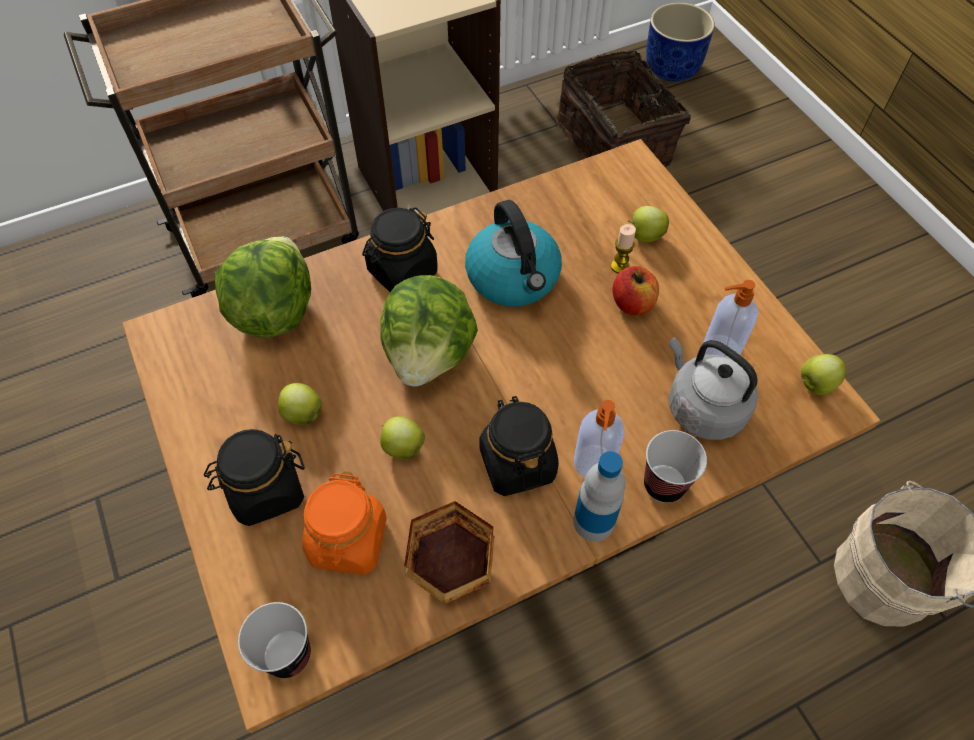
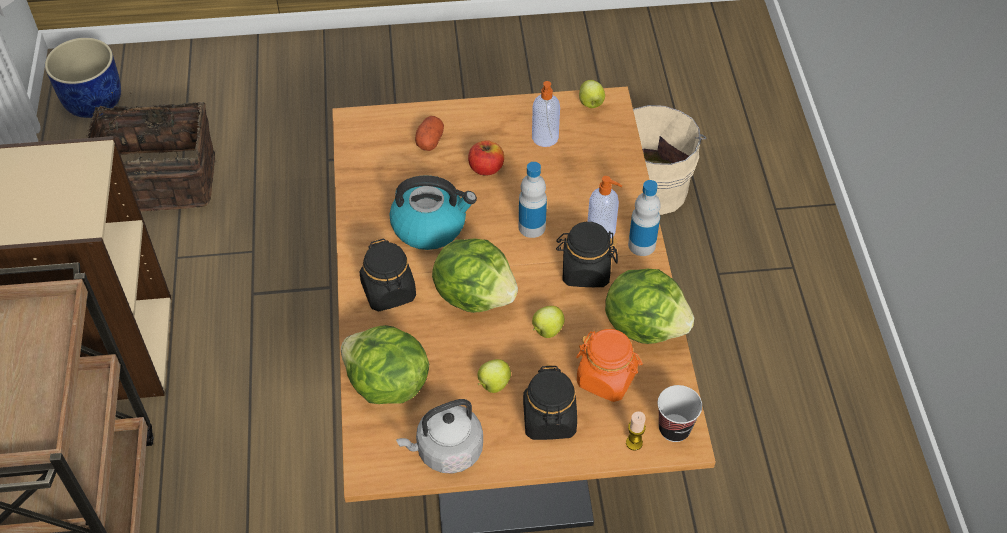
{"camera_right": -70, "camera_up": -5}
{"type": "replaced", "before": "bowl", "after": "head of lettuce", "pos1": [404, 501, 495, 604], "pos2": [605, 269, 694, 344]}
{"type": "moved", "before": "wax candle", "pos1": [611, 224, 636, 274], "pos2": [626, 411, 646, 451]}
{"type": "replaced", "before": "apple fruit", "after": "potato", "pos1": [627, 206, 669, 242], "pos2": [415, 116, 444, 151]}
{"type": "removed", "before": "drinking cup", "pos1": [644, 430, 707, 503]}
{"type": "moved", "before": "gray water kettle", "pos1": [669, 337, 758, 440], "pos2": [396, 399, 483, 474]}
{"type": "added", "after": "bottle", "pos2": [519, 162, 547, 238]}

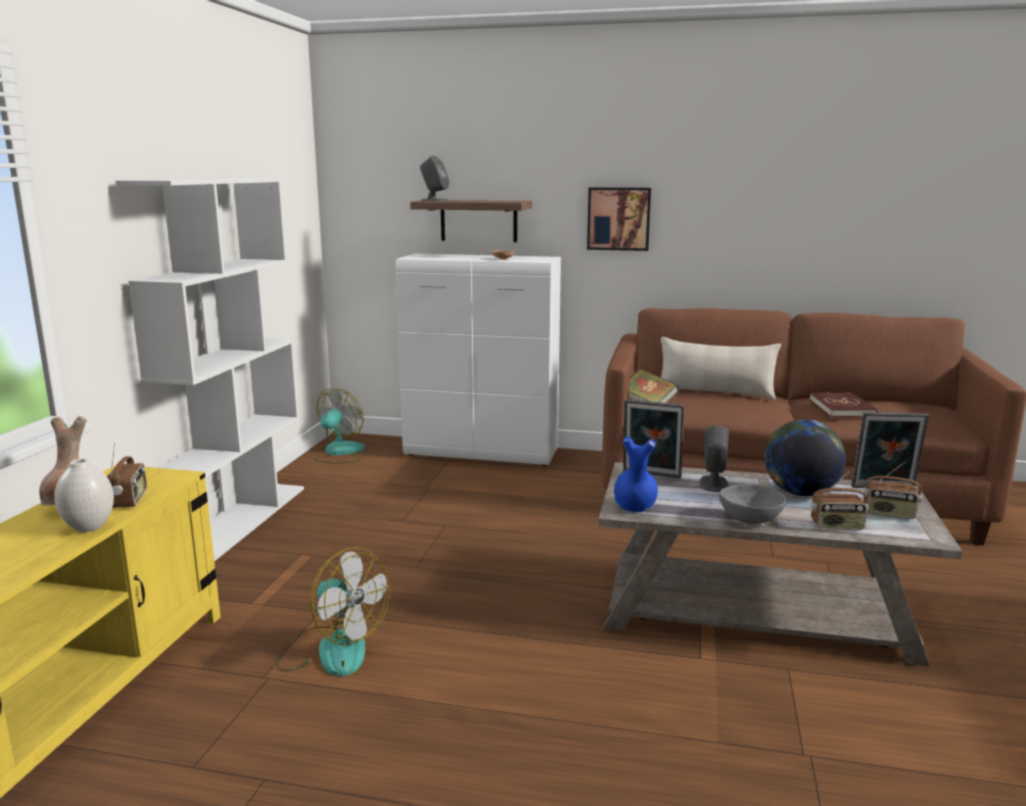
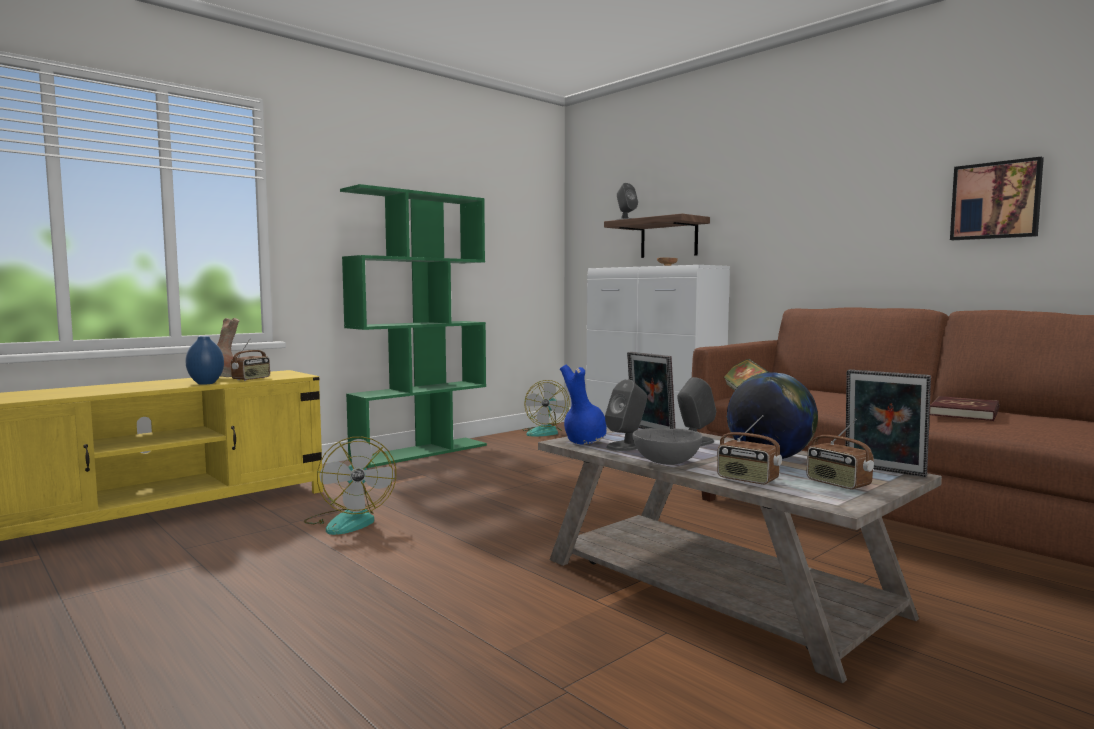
{"camera_right": 35, "camera_up": -10}
{"type": "recoloured", "before": "white flower vase", "after": "bluish flower vase", "pos1": [54, 459, 114, 532], "pos2": [185, 336, 224, 385]}
{"type": "recoloured", "before": "white bookshelf", "after": "green bookshelf", "pos1": [115, 178, 304, 562], "pos2": [340, 184, 487, 468]}
{"type": "turned", "before": "fan", "pos1": [313, 388, 366, 463], "pos2": [522, 380, 570, 436], "turn": 135}
{"type": "moved", "before": "picture", "pos1": [587, 187, 651, 251], "pos2": [950, 157, 1044, 240]}
{"type": "removed", "before": "beige throw pillow", "pos1": [661, 337, 781, 400]}
{"type": "added", "after": "gray audio speaker", "pos2": [605, 379, 647, 451]}

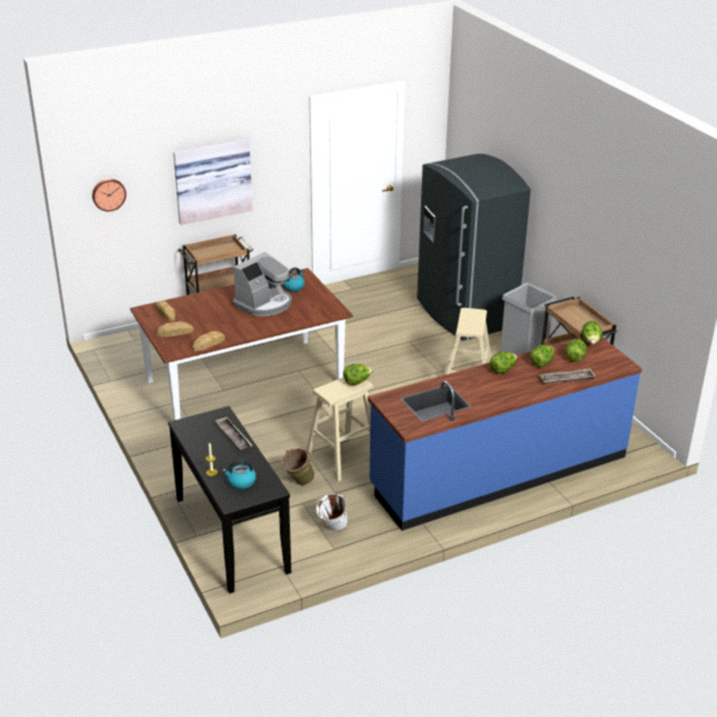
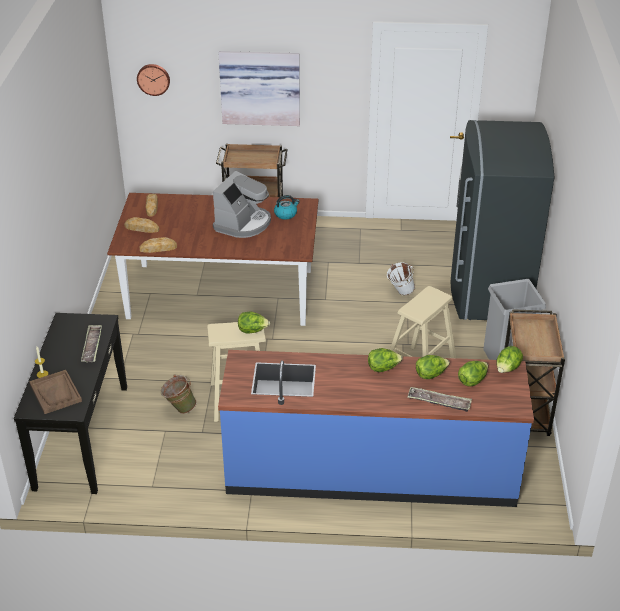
{"camera_right": 30, "camera_up": 5}
{"type": "replaced", "before": "water kettle", "after": "brown-coloured serving tray", "pos1": [222, 459, 256, 489], "pos2": [29, 370, 82, 414]}
{"type": "turned", "before": "coffee maker", "pos1": [233, 252, 292, 316], "pos2": [213, 171, 271, 238], "turn": -45}
{"type": "moved", "before": "white bucket", "pos1": [316, 494, 348, 531], "pos2": [387, 262, 415, 295]}

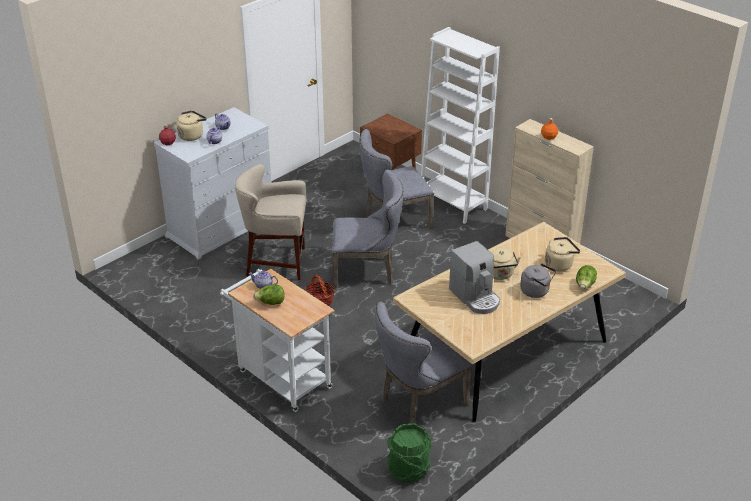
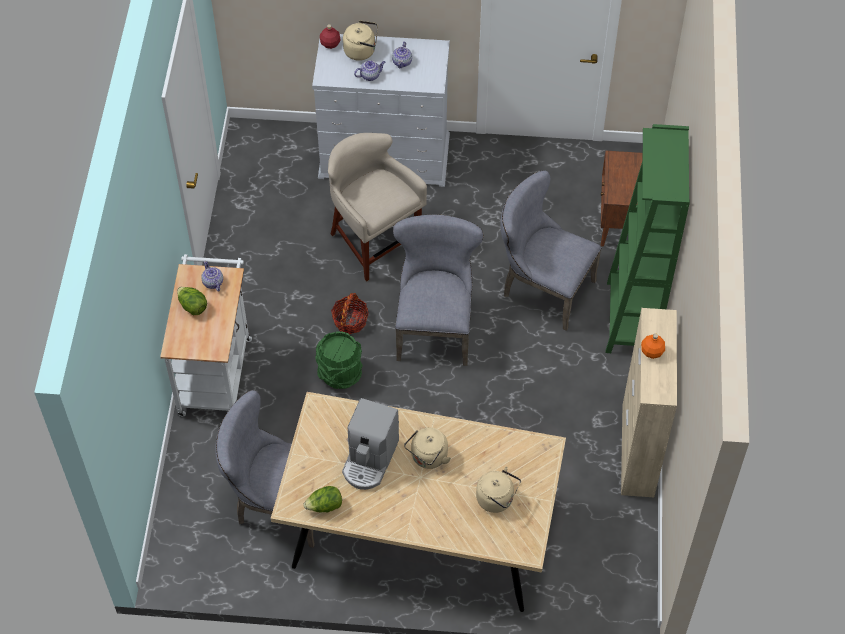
{"camera_right": 50, "camera_up": 20}
{"type": "turned", "before": "gray plain chair", "pos1": [332, 170, 404, 289], "pos2": [393, 214, 483, 366], "turn": -135}
{"type": "moved", "before": "green bucket", "pos1": [387, 423, 432, 483], "pos2": [315, 331, 363, 389]}
{"type": "recoloured", "before": "white bookshelf", "after": "green bookshelf", "pos1": [421, 27, 500, 224], "pos2": [605, 124, 690, 353]}
{"type": "removed", "before": "gray water kettle", "pos1": [520, 263, 556, 298]}
{"type": "moved", "before": "head of lettuce", "pos1": [576, 265, 597, 289], "pos2": [304, 486, 342, 512]}

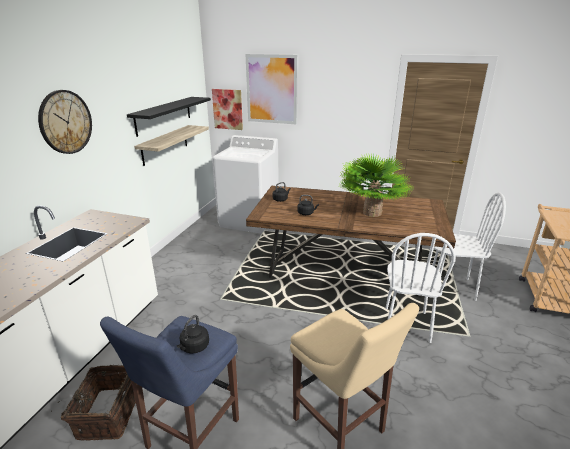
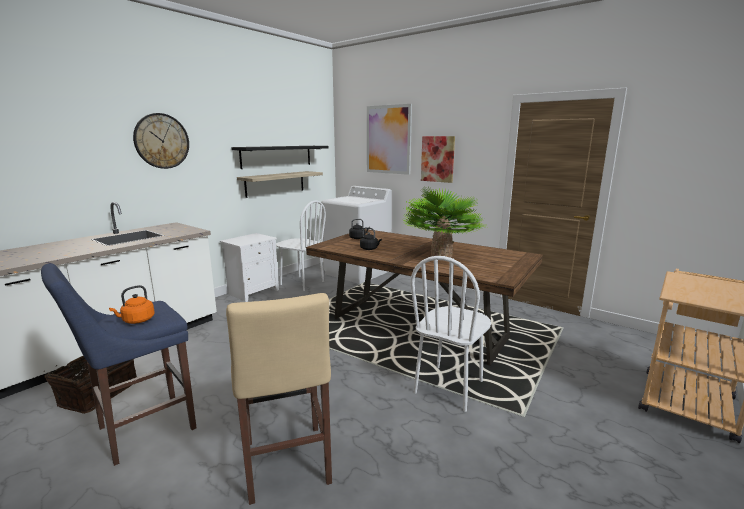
{"camera_right": 20, "camera_up": -10}
{"type": "recoloured", "before": "black-coloured water kettle", "after": "orange water kettle", "pos1": [177, 315, 209, 353], "pos2": [109, 285, 155, 324]}
{"type": "moved", "before": "picture", "pos1": [212, 89, 243, 130], "pos2": [421, 136, 455, 183]}
{"type": "moved", "before": "white plain chair", "pos1": [432, 193, 506, 301], "pos2": [276, 200, 326, 291]}
{"type": "added", "after": "white nightstand", "pos2": [220, 233, 279, 302]}

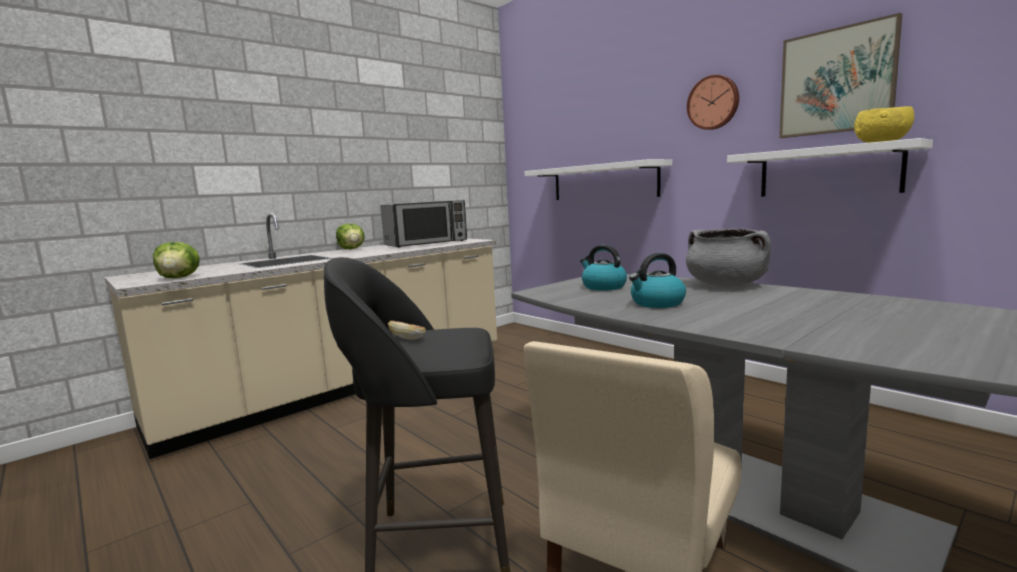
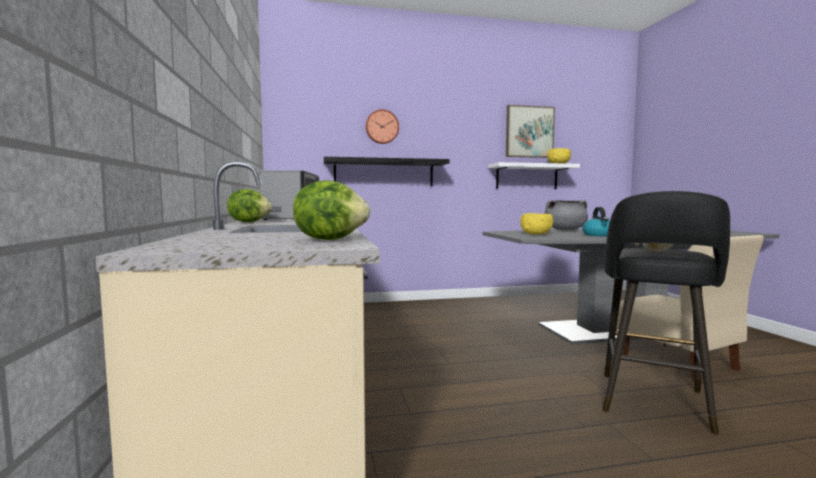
{"camera_right": -60, "camera_up": -5}
{"type": "recoloured", "before": "white shelf", "after": "black-coloured shelf", "pos1": [525, 159, 672, 200], "pos2": [324, 157, 450, 186]}
{"type": "replaced", "before": "water kettle", "after": "yellowish bowl", "pos1": [580, 245, 627, 291], "pos2": [520, 213, 553, 234]}
{"type": "moved", "before": "hanging clock", "pos1": [687, 75, 739, 130], "pos2": [366, 109, 399, 144]}

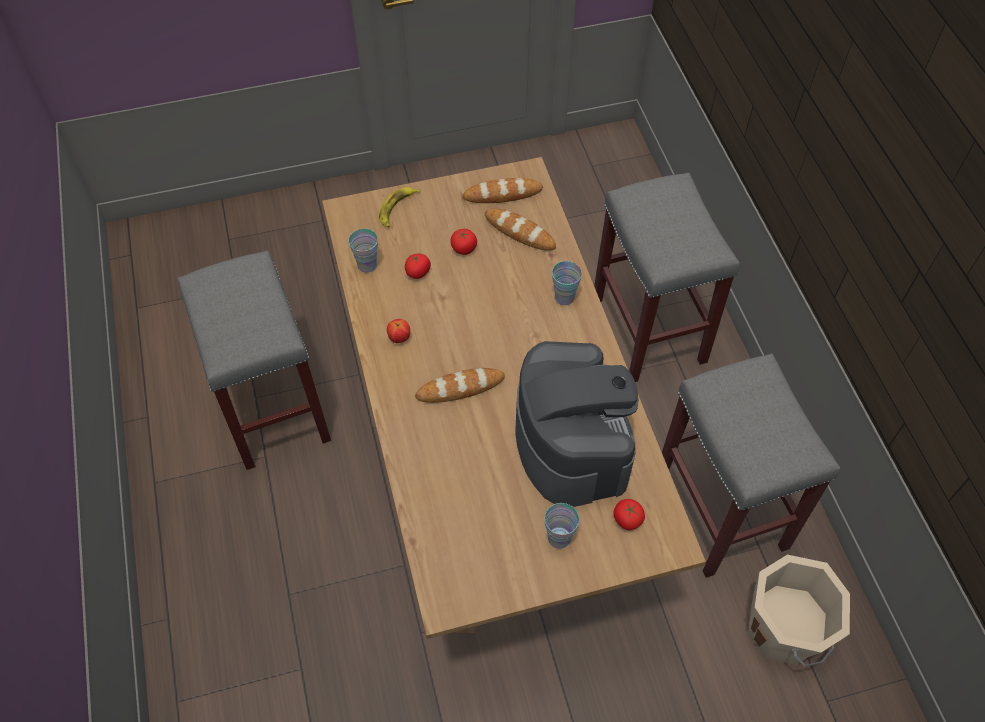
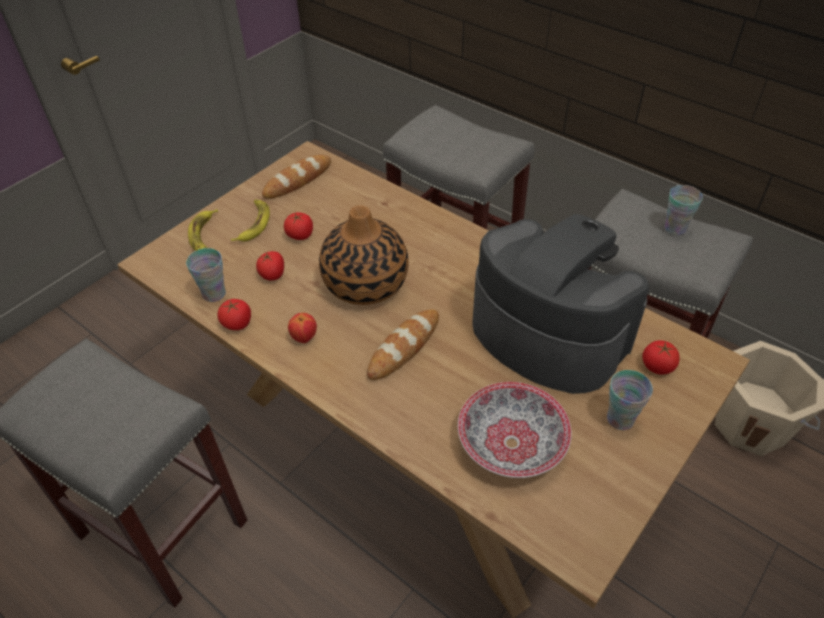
{"camera_right": -35, "camera_up": -10}
{"type": "removed", "before": "bakery bread", "pos1": [485, 208, 556, 251]}
{"type": "moved", "before": "drinking cup", "pos1": [552, 261, 582, 305], "pos2": [665, 185, 703, 235]}
{"type": "added", "after": "tomato", "pos2": [217, 299, 251, 330]}
{"type": "added", "after": "whole banana", "pos2": [231, 199, 270, 241]}
{"type": "added", "after": "flower vase", "pos2": [319, 205, 408, 305]}
{"type": "added", "after": "bowl", "pos2": [458, 382, 572, 478]}

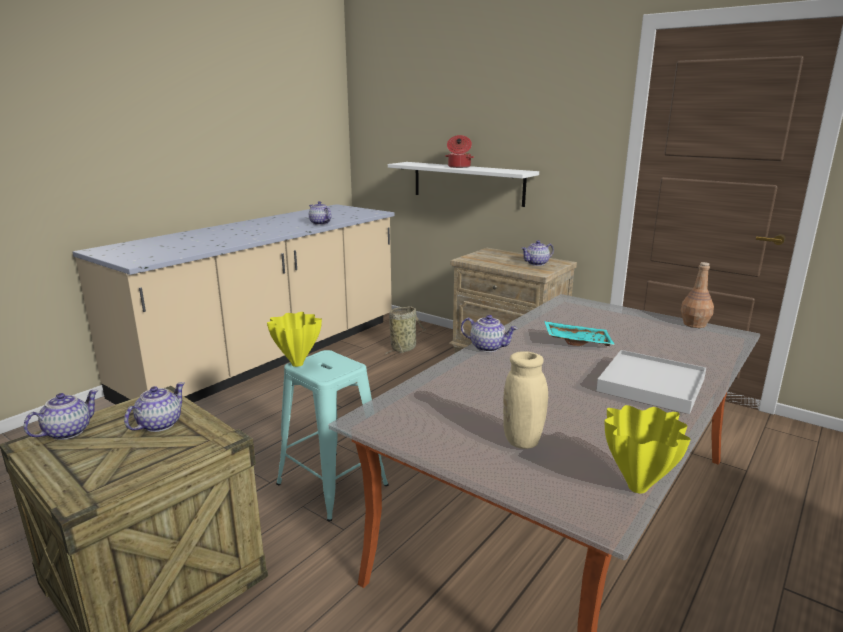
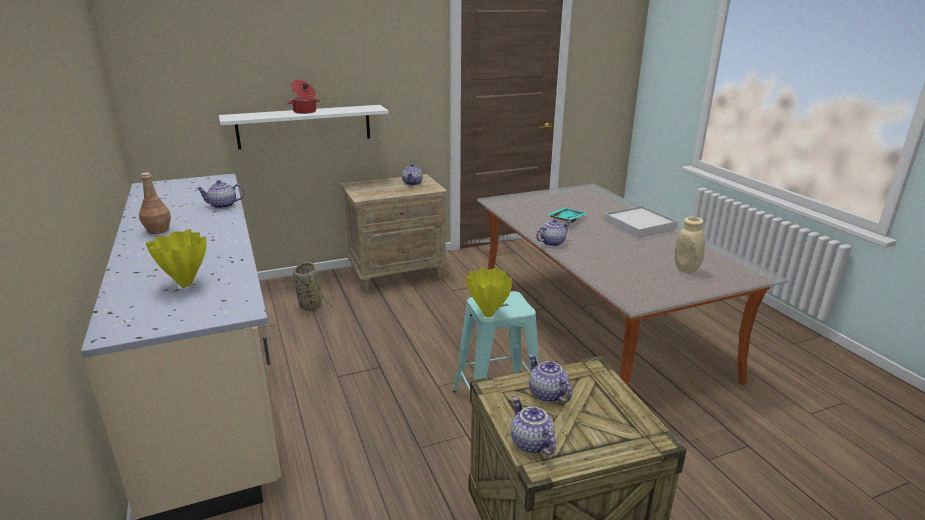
{"camera_right": -60, "camera_up": 5}
{"type": "moved", "before": "yellowish flower vase", "pos1": [605, 405, 691, 493], "pos2": [146, 229, 206, 287]}
{"type": "moved", "before": "brown-coloured bottle", "pos1": [681, 262, 714, 328], "pos2": [139, 172, 171, 234]}

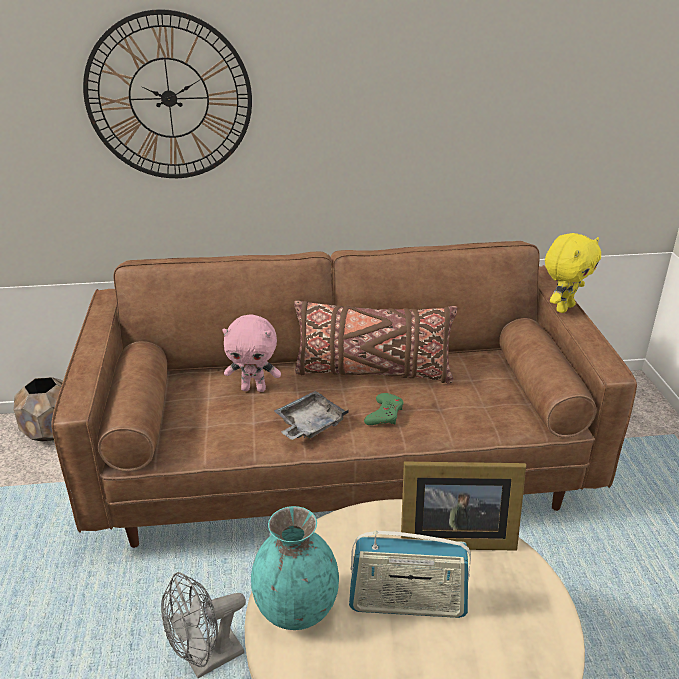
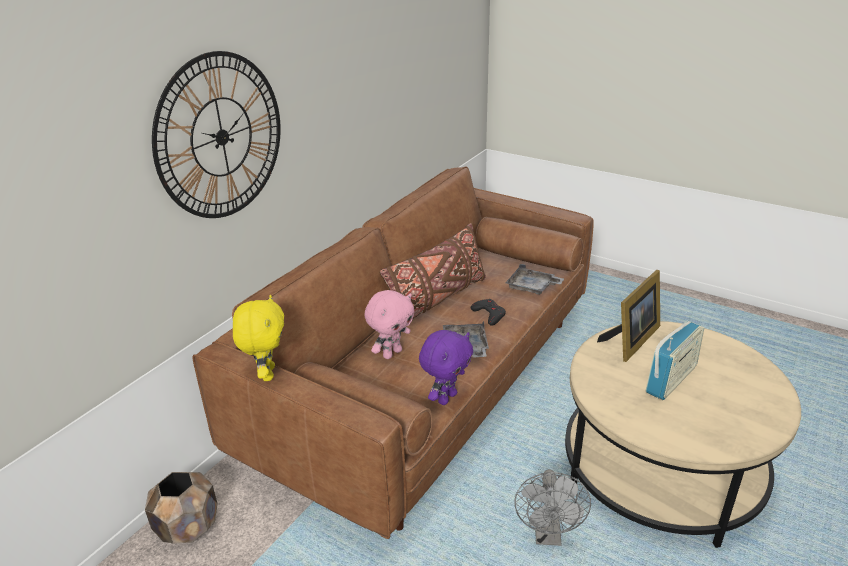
{"camera_right": -50, "camera_up": 0}
{"type": "removed", "before": "blue-green flower vase", "pos1": [251, 506, 339, 630]}
{"type": "recoloured", "before": "green gamepad", "after": "black-coloured gamepad", "pos1": [364, 393, 403, 425], "pos2": [471, 299, 506, 326]}
{"type": "moved", "before": "yellowish cuddly toy", "pos1": [545, 233, 601, 313], "pos2": [233, 295, 284, 381]}
{"type": "added", "after": "purple cuddly toy", "pos2": [419, 330, 473, 405]}
{"type": "added", "after": "gray serving tray", "pos2": [505, 264, 564, 295]}

